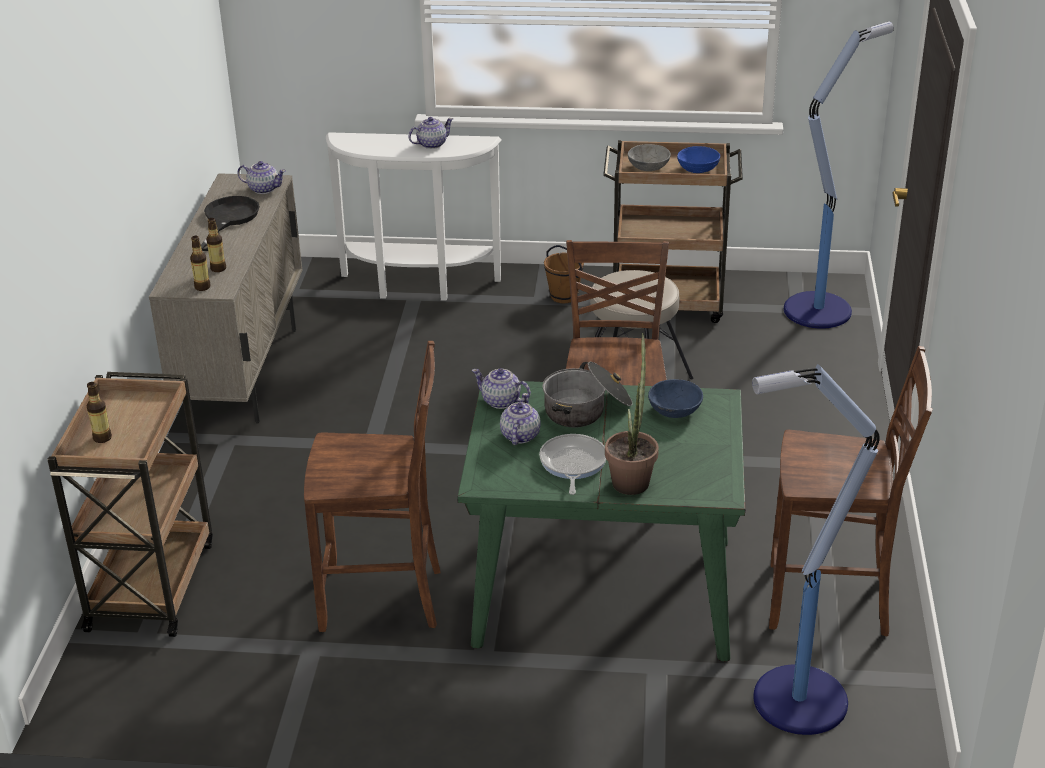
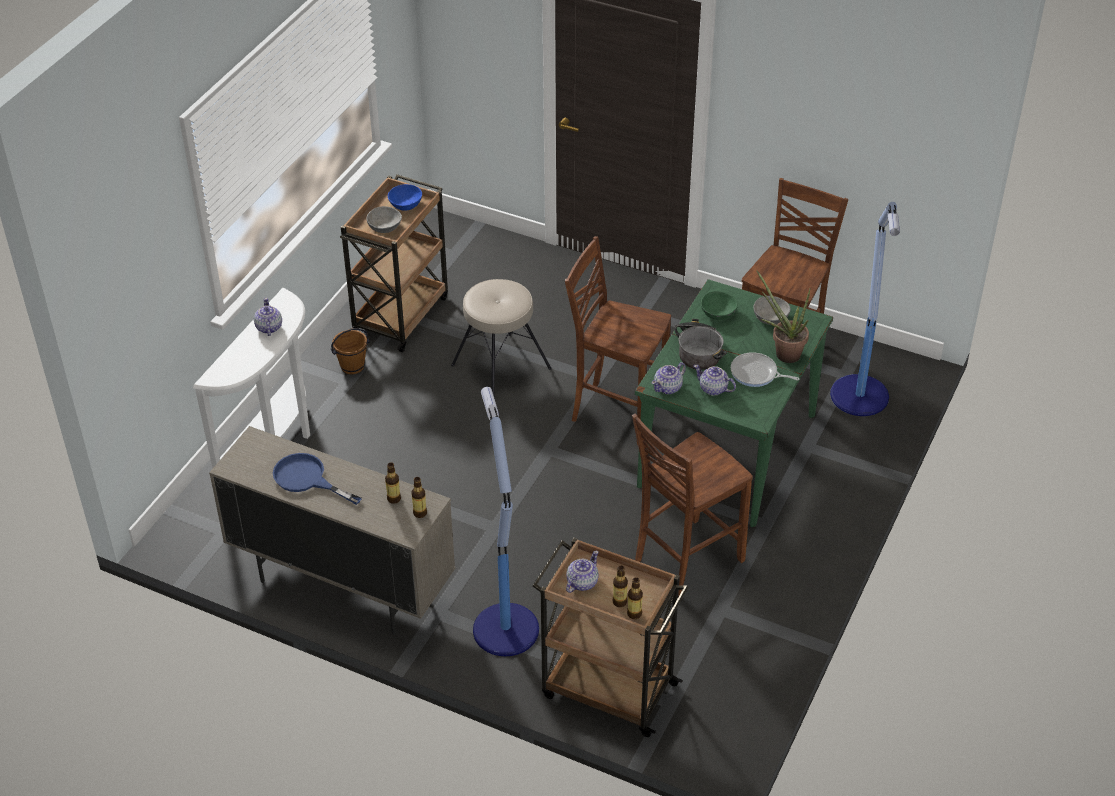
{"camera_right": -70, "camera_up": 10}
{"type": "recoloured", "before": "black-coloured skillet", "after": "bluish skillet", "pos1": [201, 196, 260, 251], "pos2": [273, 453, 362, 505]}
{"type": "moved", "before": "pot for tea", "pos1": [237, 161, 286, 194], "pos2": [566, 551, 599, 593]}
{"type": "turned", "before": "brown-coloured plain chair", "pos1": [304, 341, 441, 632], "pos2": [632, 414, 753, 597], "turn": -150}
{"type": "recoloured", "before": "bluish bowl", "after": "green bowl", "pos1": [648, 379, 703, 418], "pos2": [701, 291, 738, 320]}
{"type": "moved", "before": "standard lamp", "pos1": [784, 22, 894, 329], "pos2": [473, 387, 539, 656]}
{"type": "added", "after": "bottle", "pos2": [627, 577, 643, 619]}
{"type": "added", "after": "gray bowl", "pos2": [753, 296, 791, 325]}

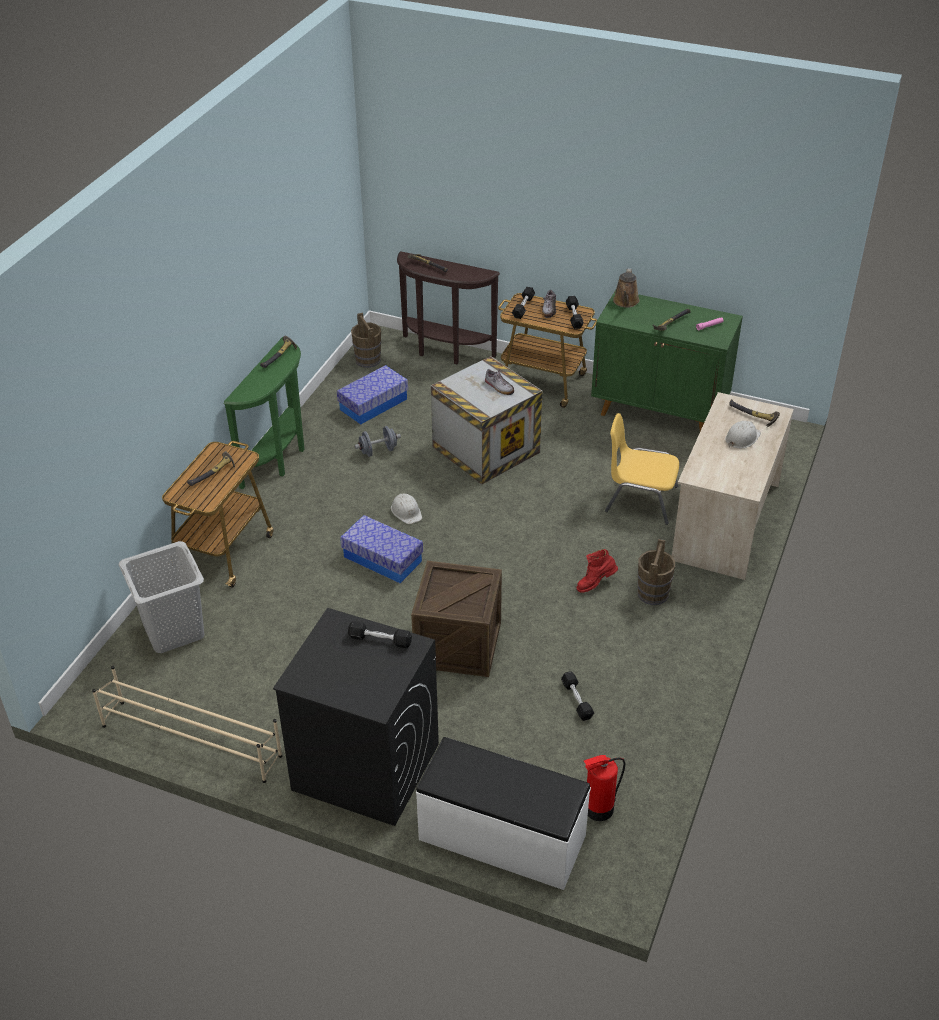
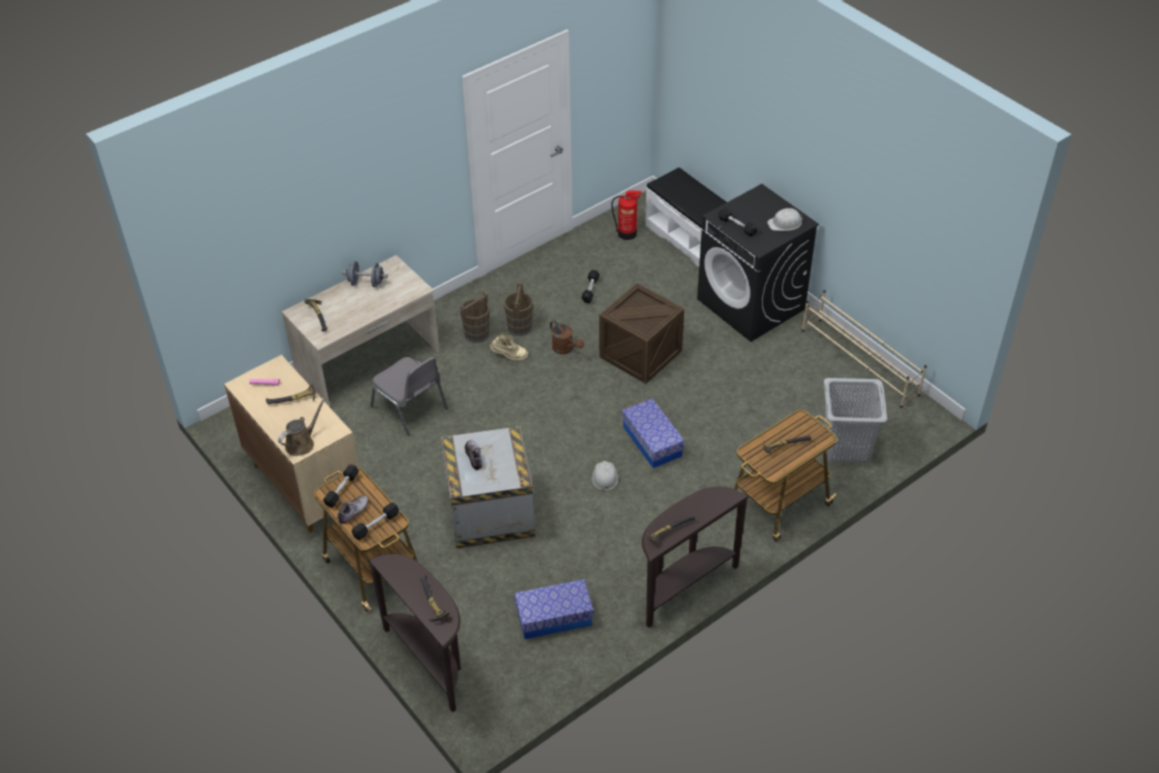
{"camera_right": -150, "camera_up": 5}
{"type": "recoloured", "before": "green hall table", "after": "brown-coloured hall table", "pos1": [224, 337, 305, 489], "pos2": [642, 486, 749, 628]}
{"type": "moved", "before": "brown-coloured bucket", "pos1": [351, 312, 381, 368], "pos2": [504, 283, 533, 336]}
{"type": "moved", "before": "gray free weight", "pos1": [355, 426, 401, 457], "pos2": [342, 261, 388, 287]}
{"type": "recoloured", "before": "red high-top boot", "after": "beige high-top boot", "pos1": [576, 549, 618, 592], "pos2": [490, 334, 528, 361]}
{"type": "recoloured", "before": "green cupboard", "after": "beige cupboard", "pos1": [591, 290, 743, 431], "pos2": [224, 355, 364, 533]}
{"type": "recoloured", "before": "yellowish plain chair", "after": "gray plain chair", "pos1": [605, 413, 679, 525], "pos2": [370, 357, 448, 436]}
{"type": "moved", "before": "white hard hat", "pos1": [725, 421, 761, 448], "pos2": [767, 208, 803, 231]}
{"type": "added", "after": "brown-coloured watering pot", "pos2": [550, 320, 584, 354]}

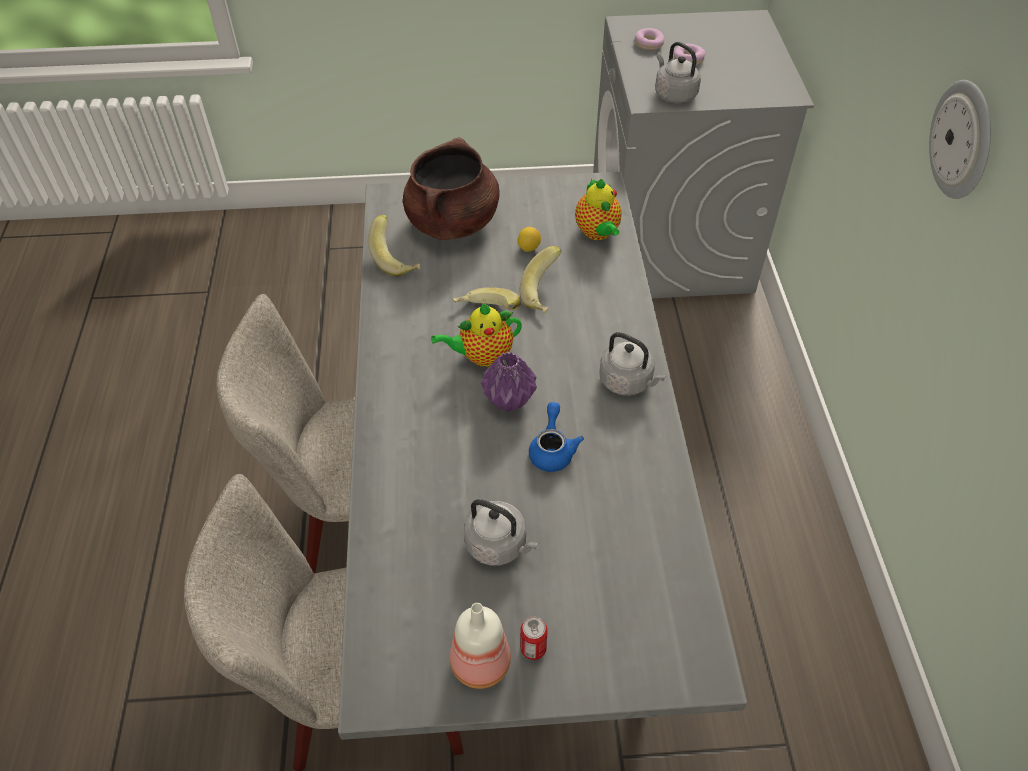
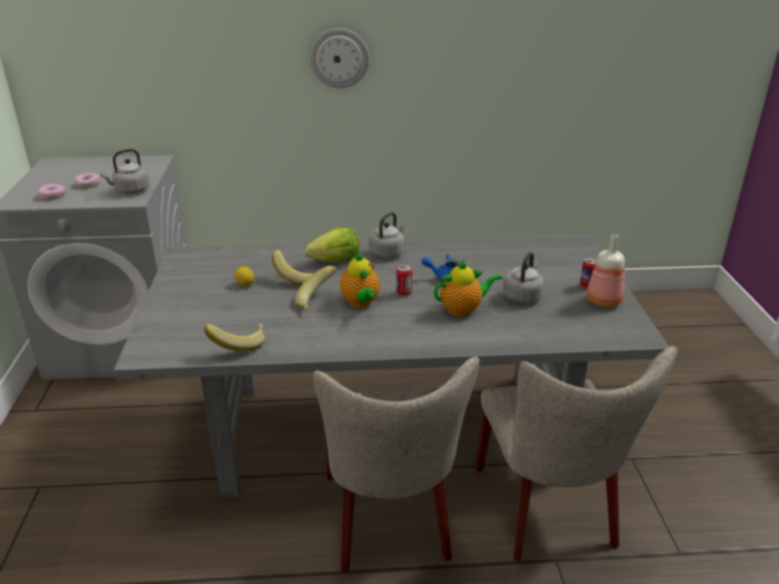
{"camera_right": -90, "camera_up": -20}
{"type": "removed", "before": "brown-coloured cooking pot", "pos1": [403, 137, 500, 240]}
{"type": "replaced", "before": "purple flower vase", "after": "can", "pos1": [481, 352, 537, 412], "pos2": [396, 265, 412, 296]}
{"type": "moved", "before": "pot for tea", "pos1": [575, 179, 622, 240], "pos2": [434, 259, 503, 316]}
{"type": "added", "after": "head of lettuce", "pos2": [305, 227, 359, 262]}

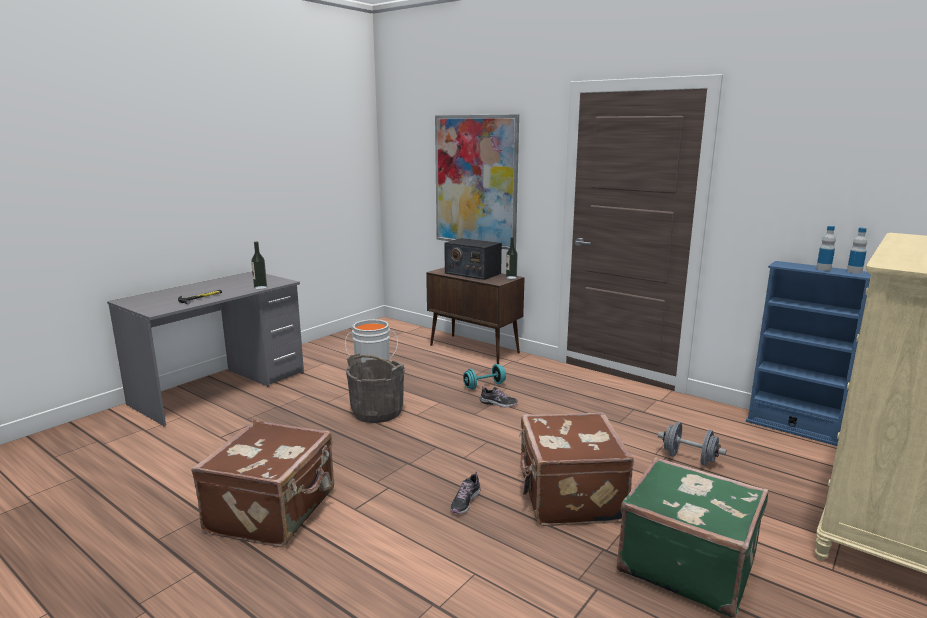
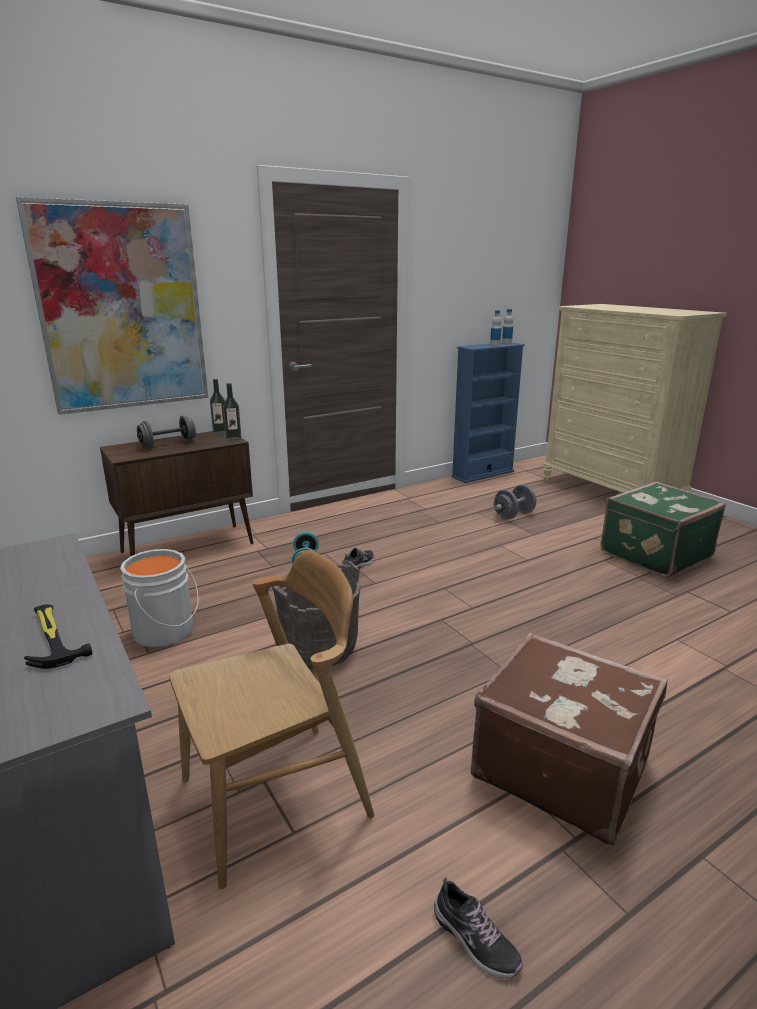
{"camera_right": -70, "camera_up": 5}
{"type": "moved", "before": "bottle", "pos1": [251, 242, 267, 289], "pos2": [223, 383, 242, 441]}
{"type": "replaced", "before": "radio", "after": "gray free weight", "pos1": [444, 238, 502, 280], "pos2": [137, 416, 196, 448]}
{"type": "moved", "before": "item of footwear", "pos1": [450, 471, 481, 514], "pos2": [434, 877, 523, 978]}
{"type": "removed", "before": "brown-coloured piece of luggage", "pos1": [519, 412, 634, 526]}
{"type": "added", "after": "brown-coloured plain chair", "pos2": [169, 550, 374, 889]}

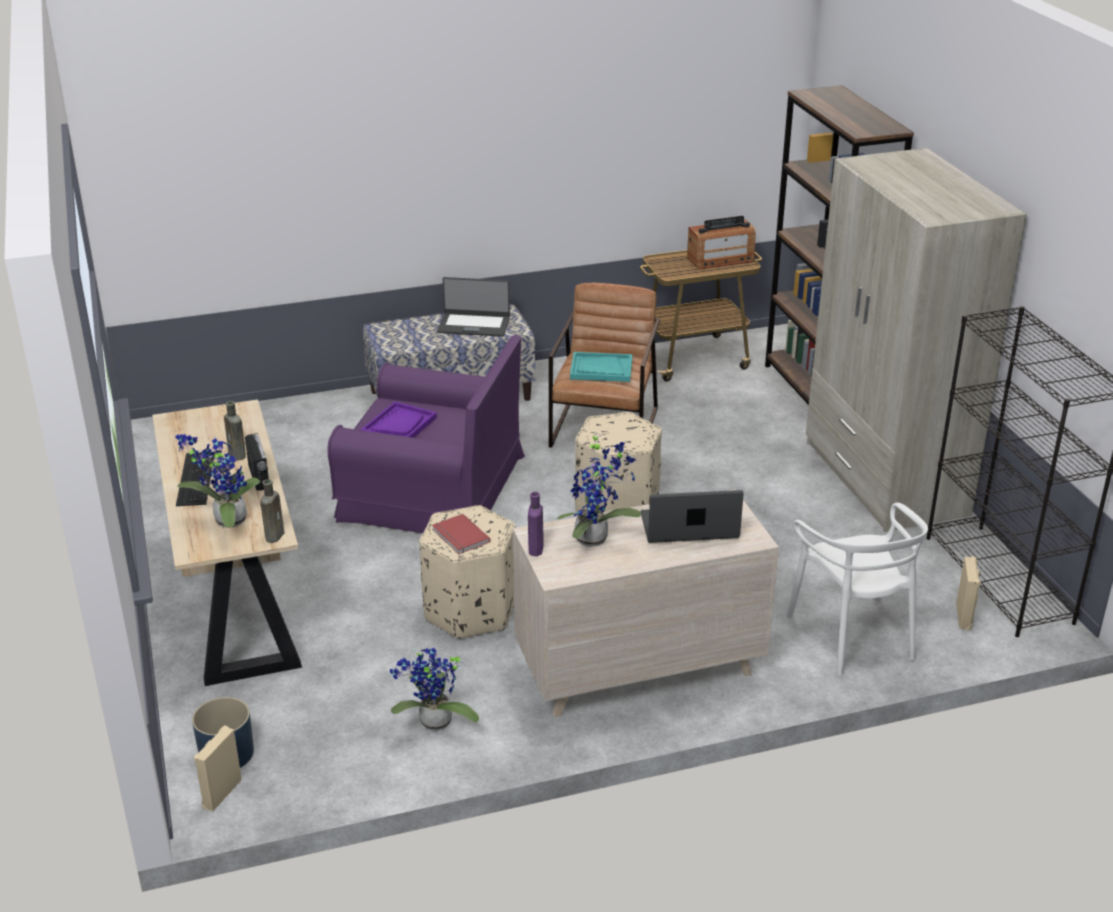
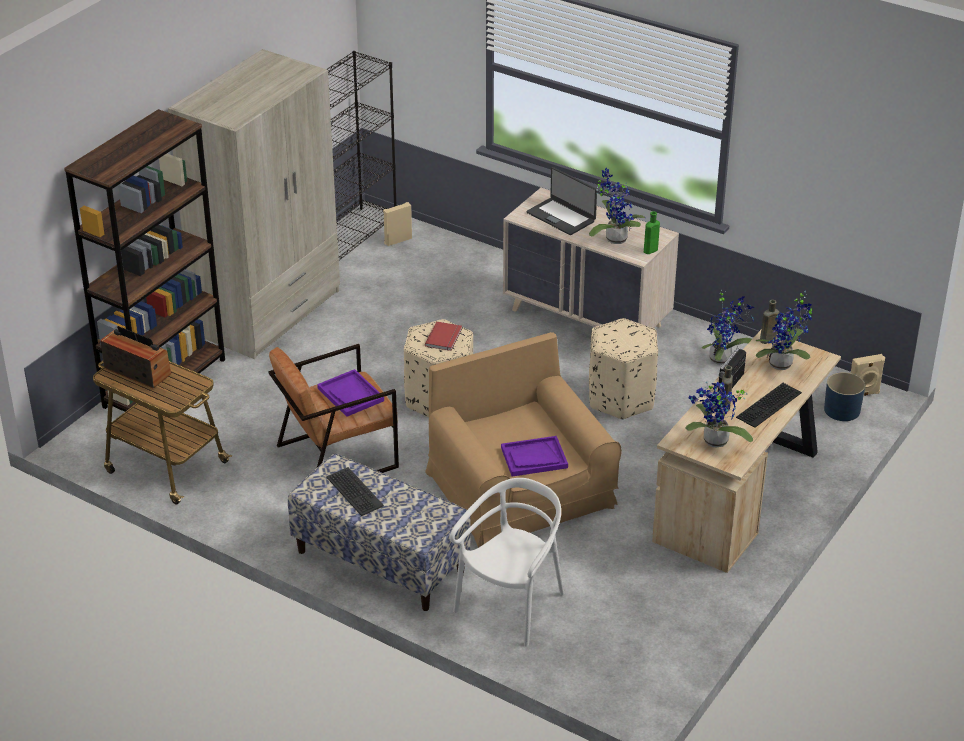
{"camera_right": -130, "camera_up": 5}
{"type": "recoloured", "before": "purple armchair", "after": "brown-coloured armchair", "pos1": [328, 335, 525, 533], "pos2": [425, 332, 622, 548]}
{"type": "moved", "before": "red bound book", "pos1": [432, 514, 491, 554], "pos2": [425, 321, 462, 351]}
{"type": "replaced", "before": "laptop", "after": "keyboard", "pos1": [437, 277, 510, 337], "pos2": [326, 467, 384, 516]}
{"type": "recoloured", "before": "purple bottle", "after": "green bottle", "pos1": [528, 492, 544, 556], "pos2": [644, 211, 660, 254]}
{"type": "recoloured", "before": "blue-green serving tray", "after": "purple serving tray", "pos1": [570, 352, 632, 382], "pos2": [317, 369, 384, 417]}
{"type": "moved", "before": "white plain chair", "pos1": [787, 503, 928, 675], "pos2": [450, 478, 565, 647]}
{"type": "added", "after": "potted plant", "pos2": [686, 381, 753, 447]}

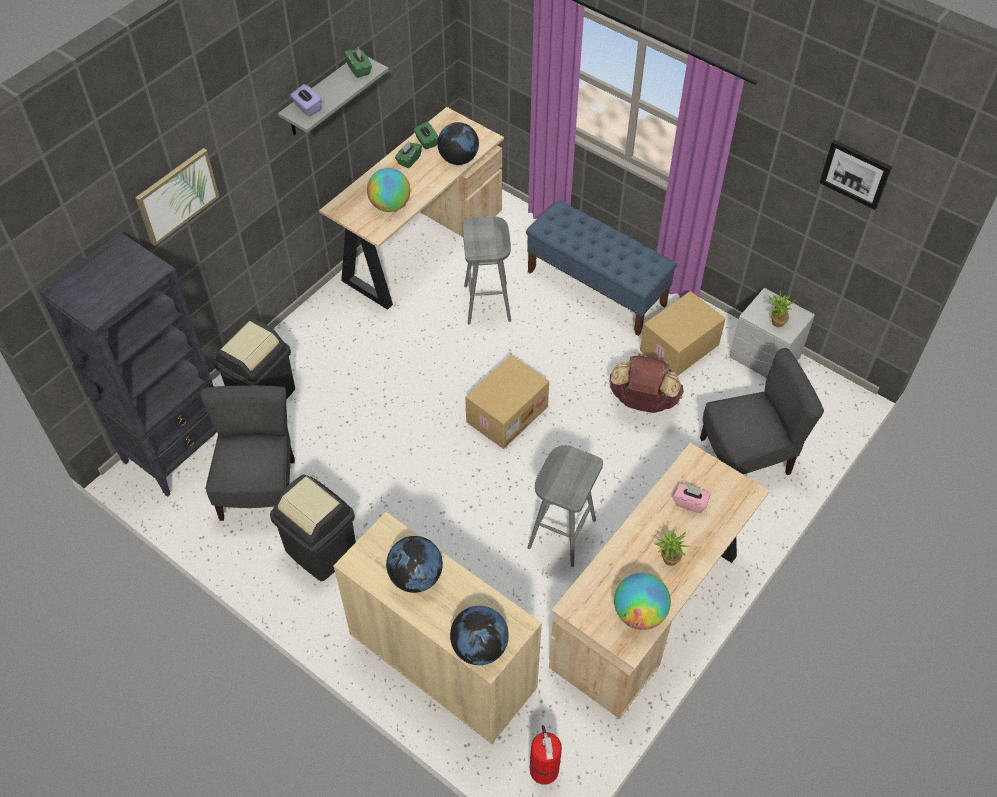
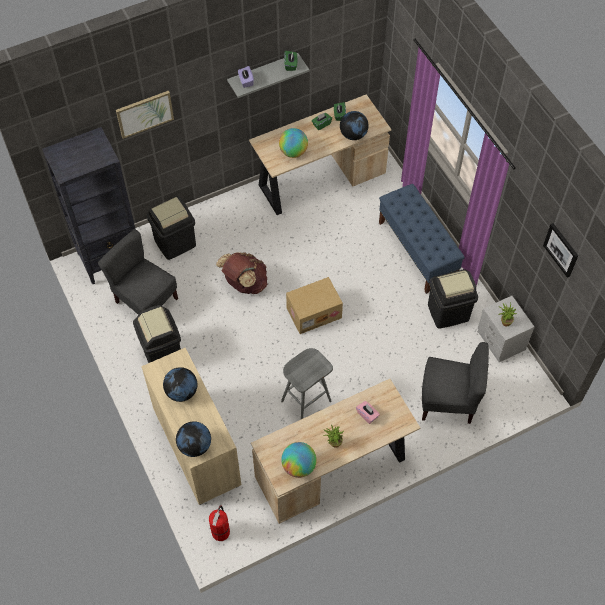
{"camera_right": 25, "camera_up": 5}
{"type": "turned", "before": "gray plain chair", "pos1": [200, 385, 295, 521], "pos2": [98, 229, 178, 315], "turn": -75}
{"type": "removed", "before": "gray stool seat", "pos1": [462, 216, 511, 324]}
{"type": "moved", "before": "brown-coloured rucksack", "pos1": [609, 353, 684, 413], "pos2": [216, 252, 267, 294]}
{"type": "replaced", "before": "carton", "after": "black-coloured rubbish bin", "pos1": [640, 291, 726, 376], "pos2": [428, 269, 478, 329]}

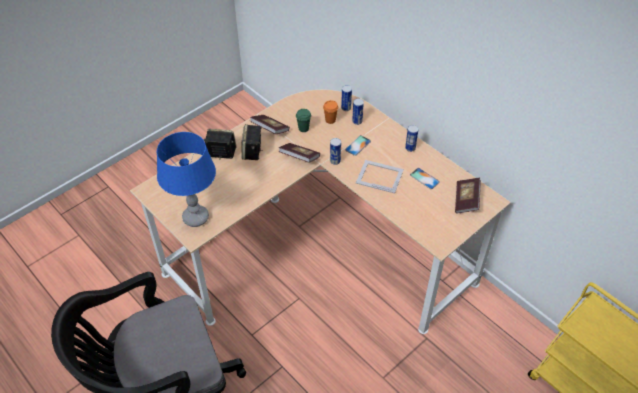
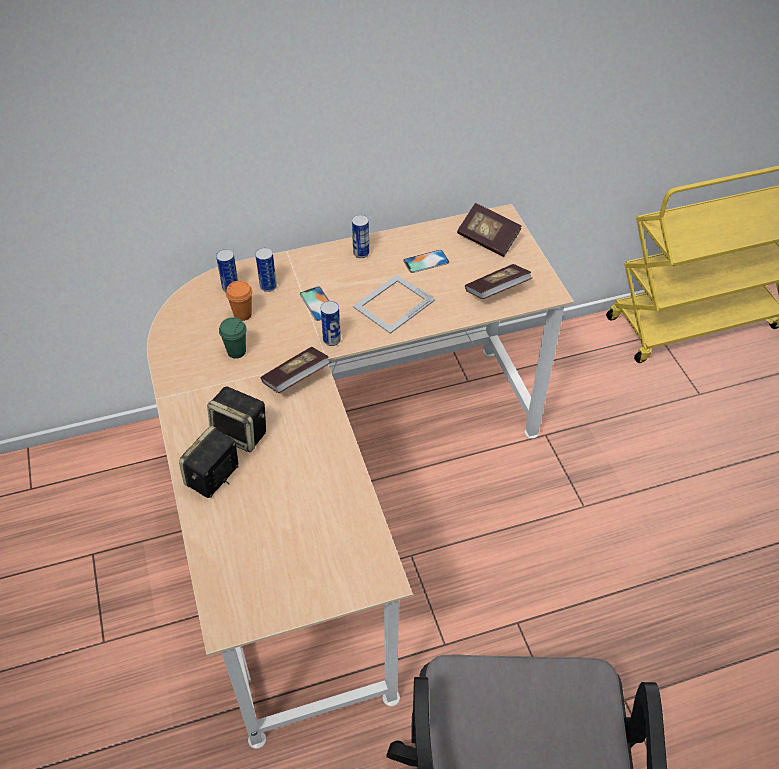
{"camera_right": -65, "camera_up": 0}
{"type": "removed", "before": "bluish lamp for a table", "pos1": [157, 132, 216, 227]}
{"type": "moved", "before": "bound book", "pos1": [250, 115, 290, 134], "pos2": [465, 264, 532, 299]}

